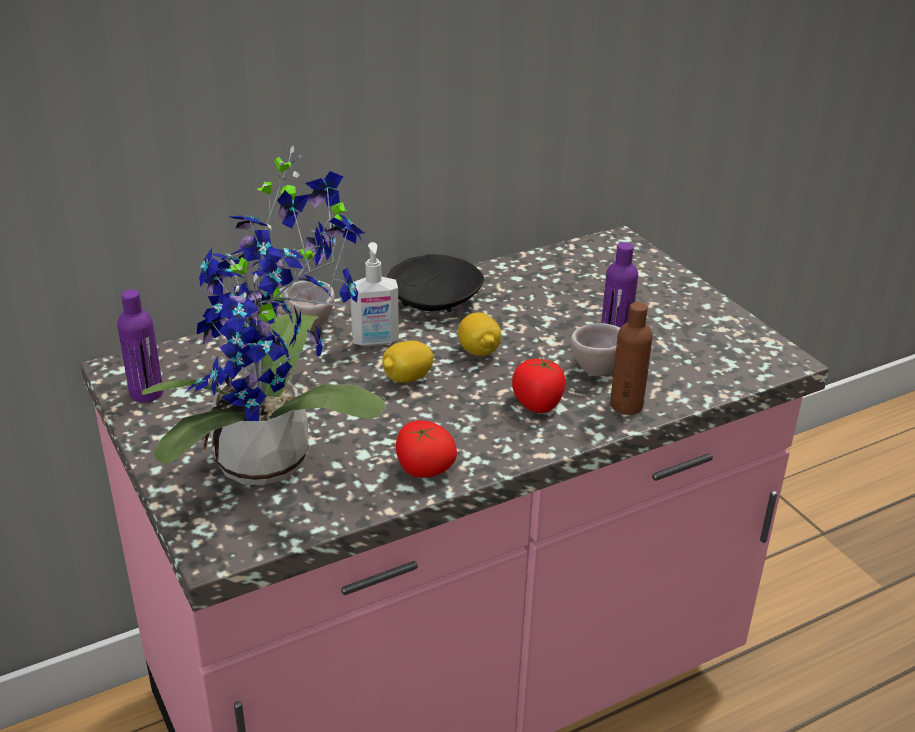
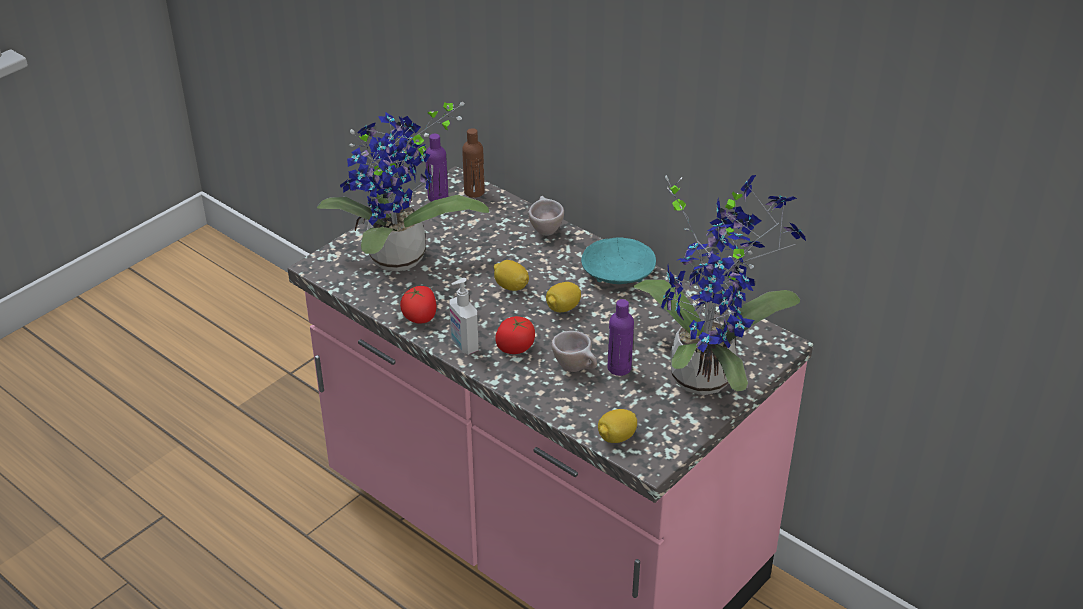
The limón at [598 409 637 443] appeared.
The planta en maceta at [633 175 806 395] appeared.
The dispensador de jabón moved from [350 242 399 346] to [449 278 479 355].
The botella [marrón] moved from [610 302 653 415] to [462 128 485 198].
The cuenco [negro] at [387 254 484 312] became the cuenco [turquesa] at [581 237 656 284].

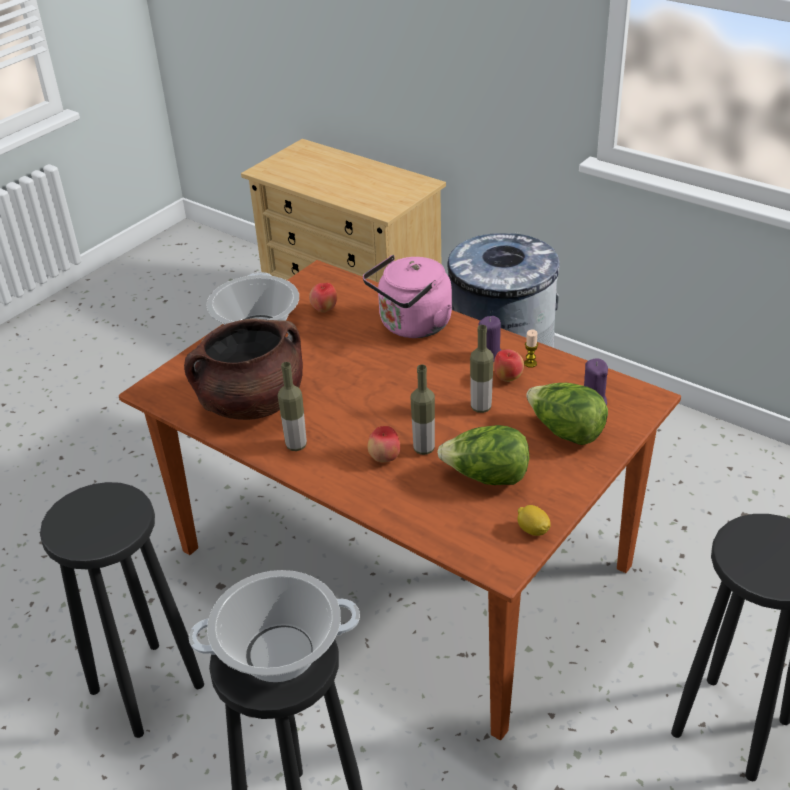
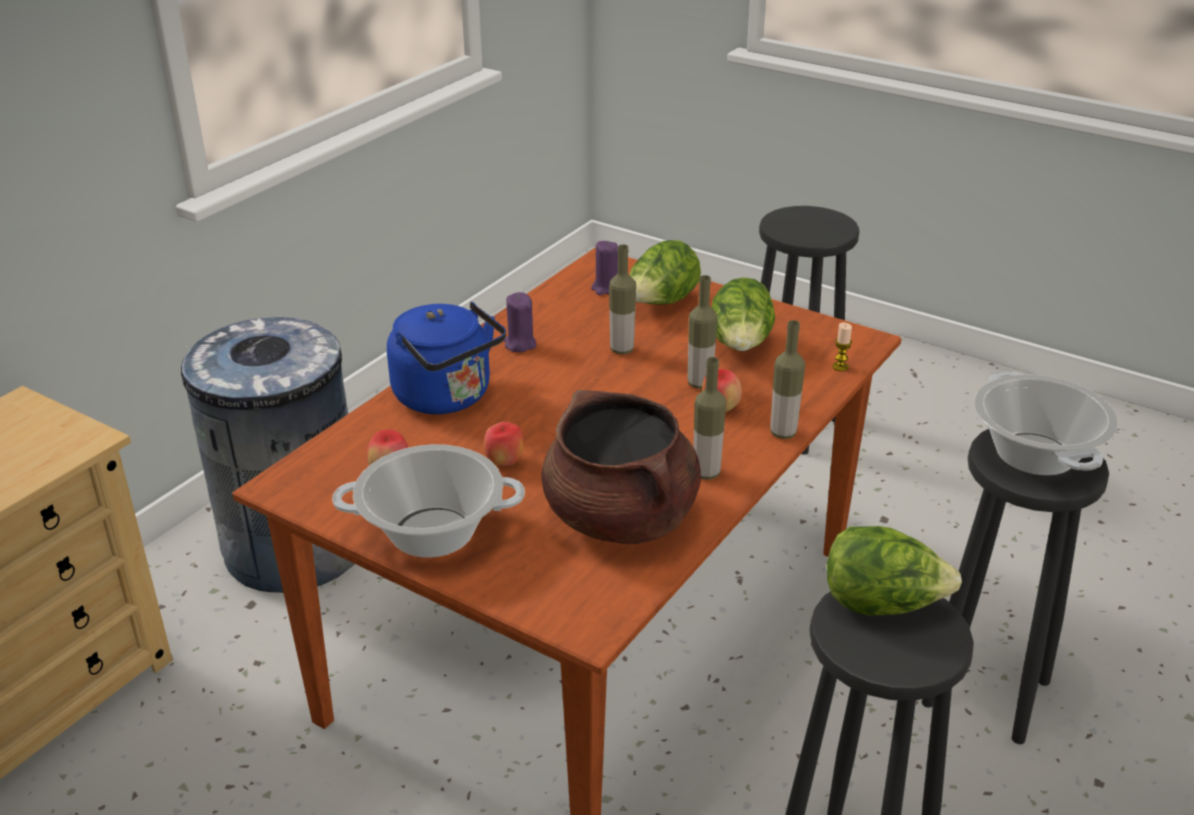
The limón at [517 505 550 536] disappeared.
The botella at [770 320 805 439] appeared.
The lechuga at [827 526 962 616] appeared.
The manzana moved from [494 350 524 382] to [484 422 524 466].
The vela moved from [524 329 538 368] to [833 323 852 371].
The hervidor [rosa] at [363 255 452 338] became the hervidor [azul] at [387 302 506 414].

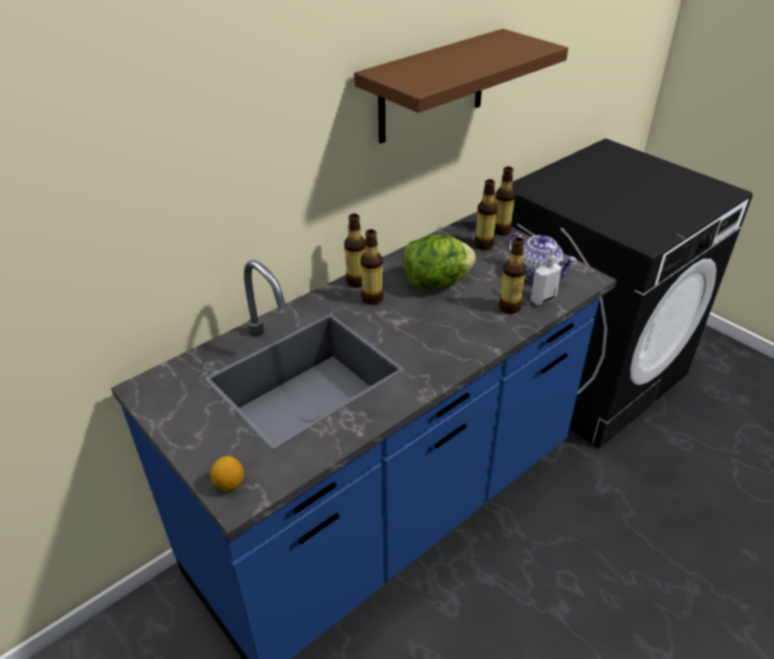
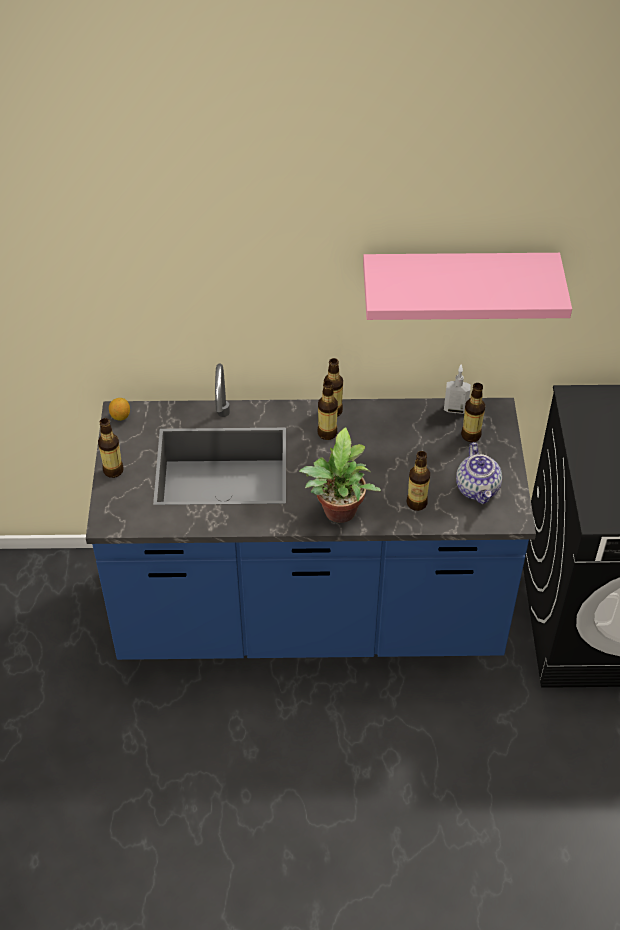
The lechuga at [403 235 476 289] disappeared.
The planta en maceta at [299 427 381 523] appeared.
The limón moved from [210 456 244 491] to [109 398 130 421].
The botella moved from [495 166 515 236] to [98 418 124 478].
The dispensador de jabón moved from [531 243 562 305] to [444 365 471 414].
The estante [marrón] at [354 29 568 144] became the estante [rosa] at [363 253 572 320].

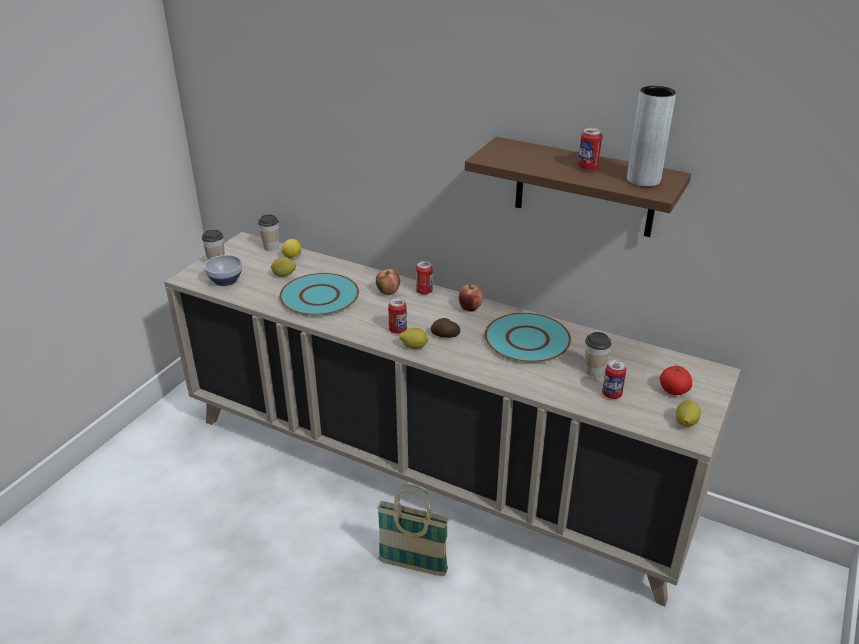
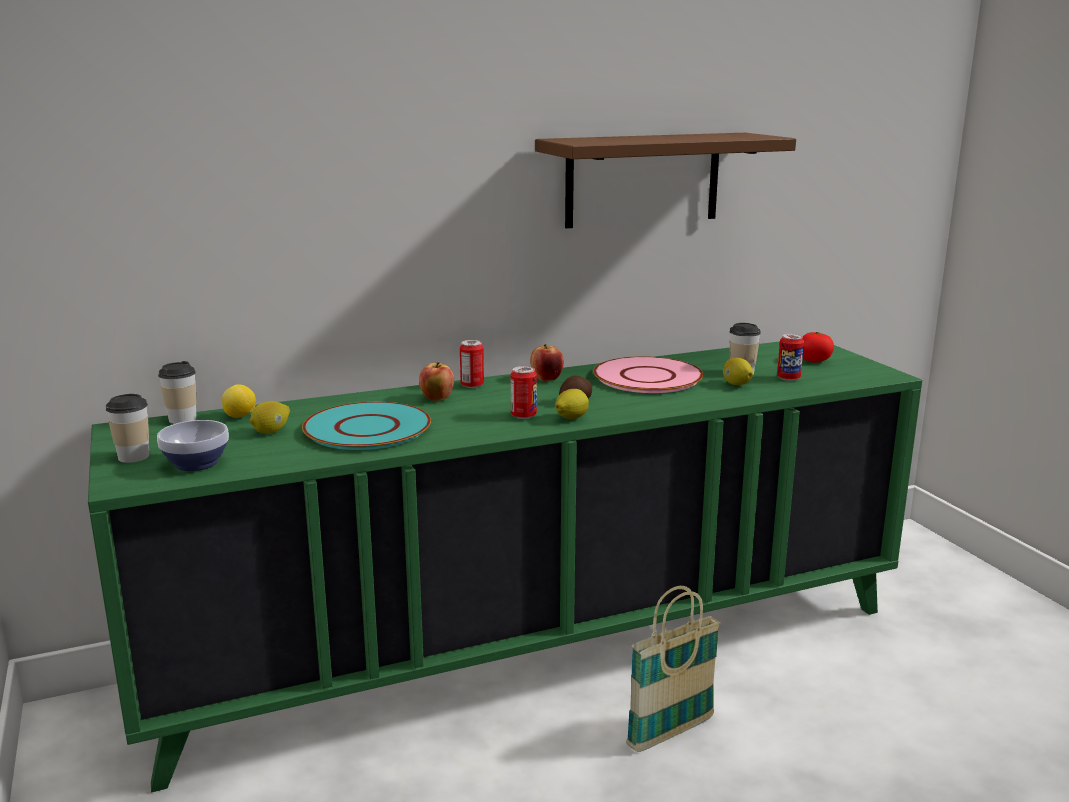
The lata at [578 128 603 171] disappeared.
The florero [gris] at [627 86 676 187] disappeared.
The limón moved from [676 400 701 427] to [723 357 753 385].
The armario [beis] at [164 232 740 606] became the armario [verde] at [88 341 922 792].
The plato [turquesa] at [485 313 571 363] became the plato [rosa] at [593 356 703 393].

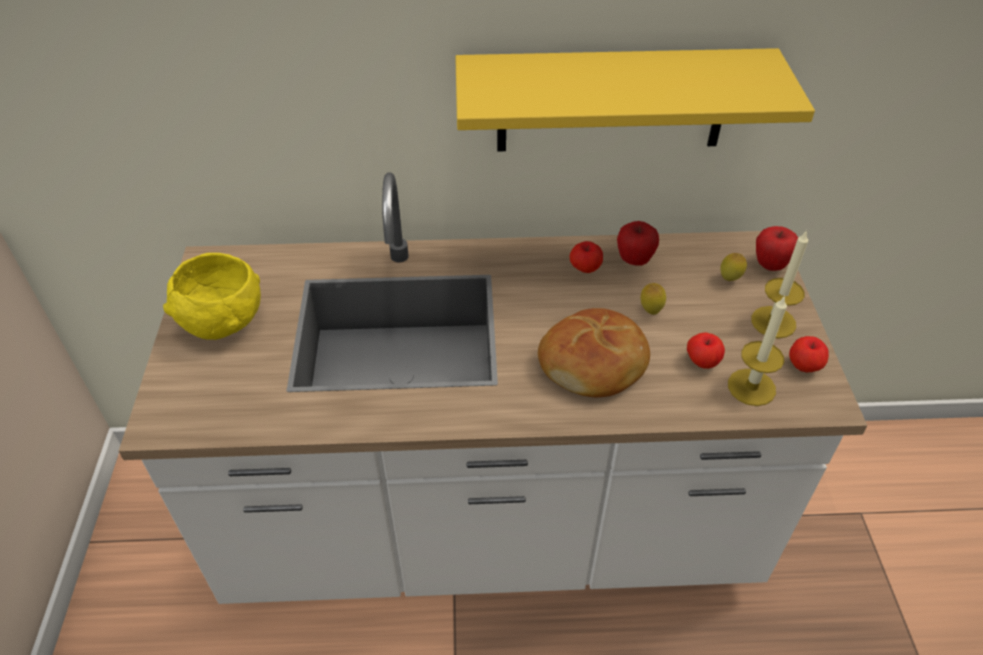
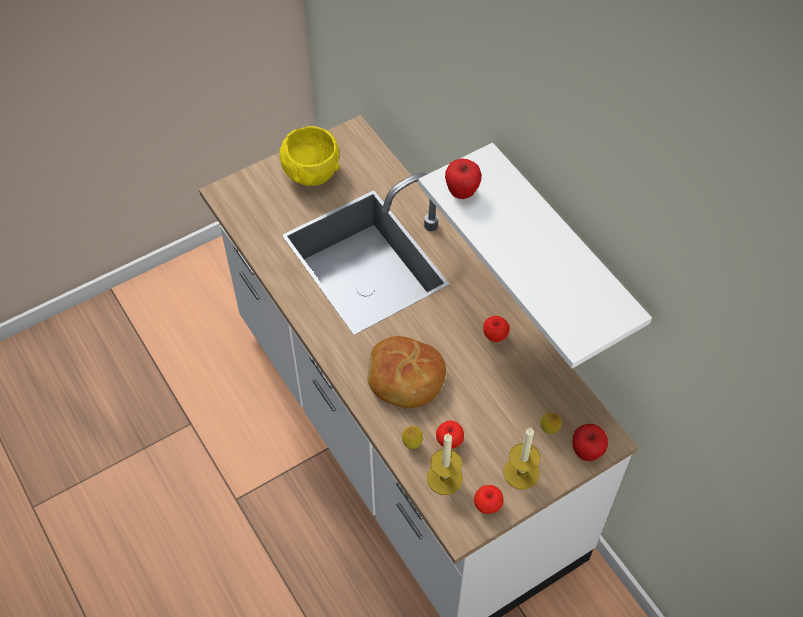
The manzana moved from [617 221 659 266] to [445 158 482 199].
The limón moved from [641 283 666 315] to [402 426 423 450].
The estante [amarillo] at [455 48 815 152] became the estante [blanco] at [418 143 652 368].

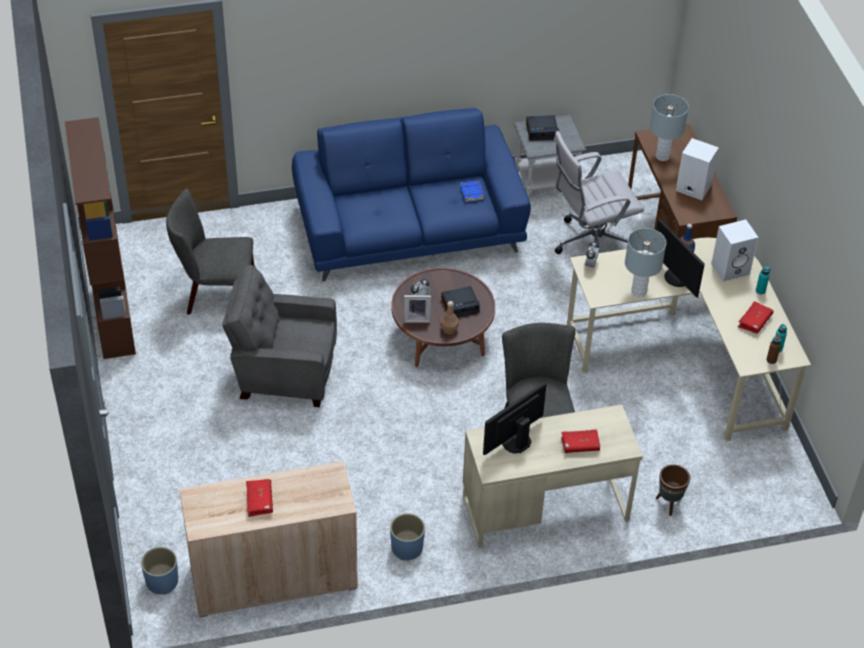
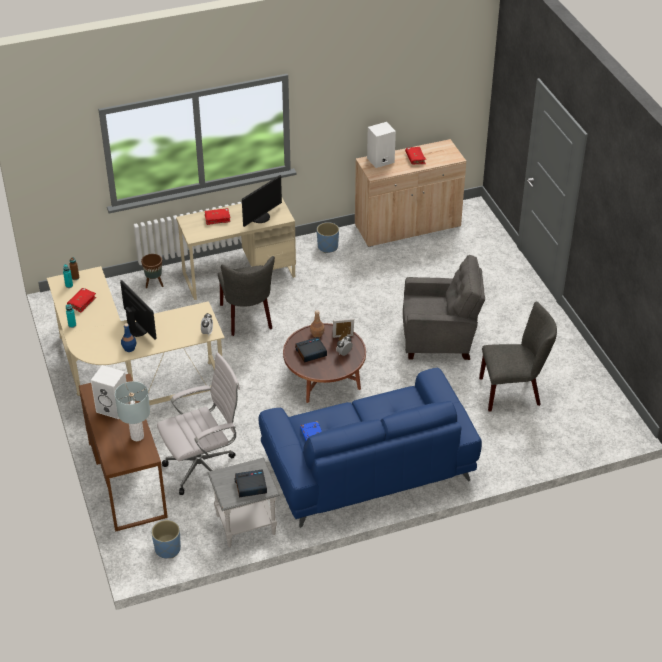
The estantería [marrón] at [65 117 136 359] disappeared.
The lámpara de mesa [gris] at [625 228 666 298] disappeared.
The maceta [azul] moved from [141 547 178 595] to [151 520 181 558].
The altavoz [blanco] moved from [711 220 758 282] to [367 122 396 168].

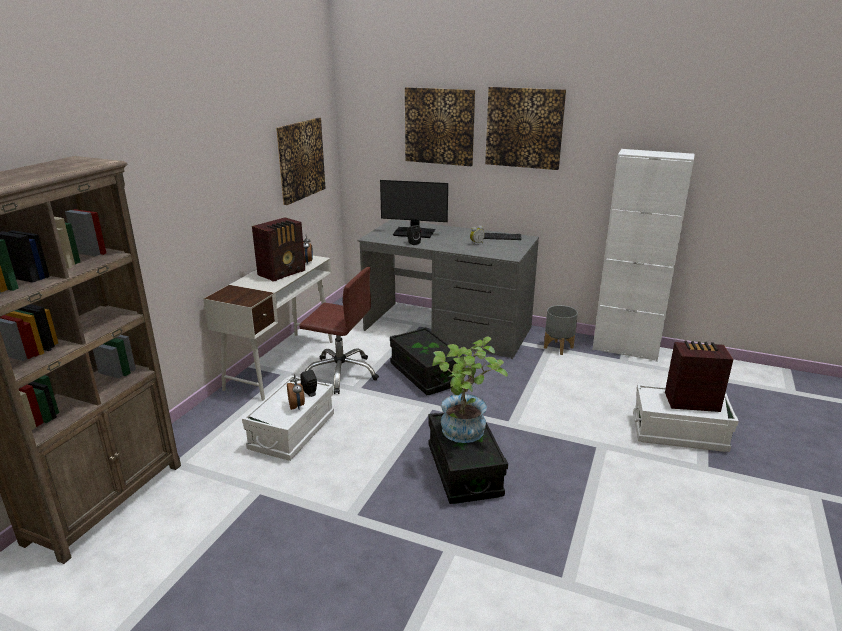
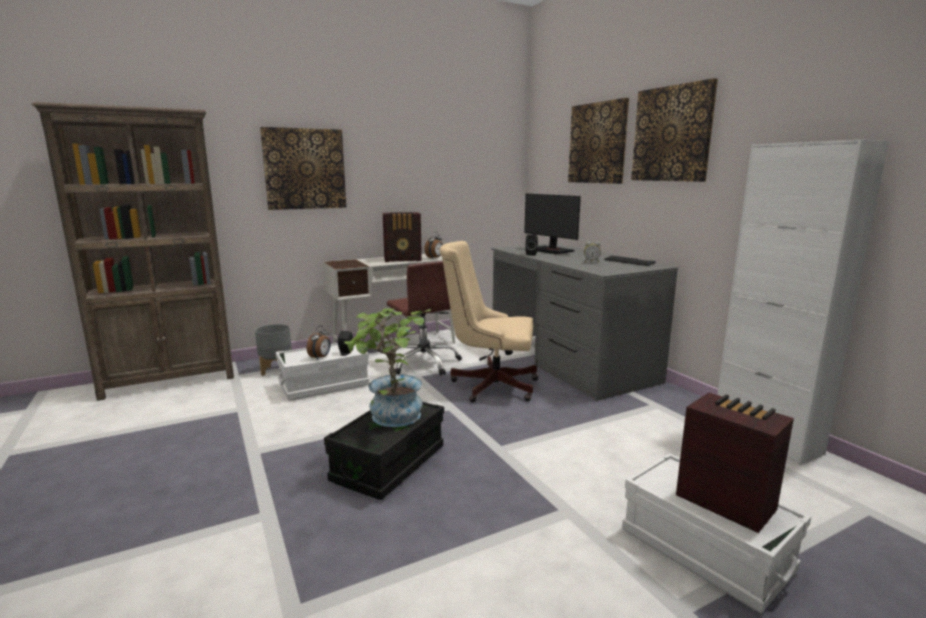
The cuadro moved from [276 118 326 205] to [260 127 346 210].
The maceta [gris] moved from [544 305 578 355] to [255 324 292 376].
The caja de almacenaje [negro] at [390 327 465 395] was replaced by the silla de oficina [beis] at [439 241 538 402].

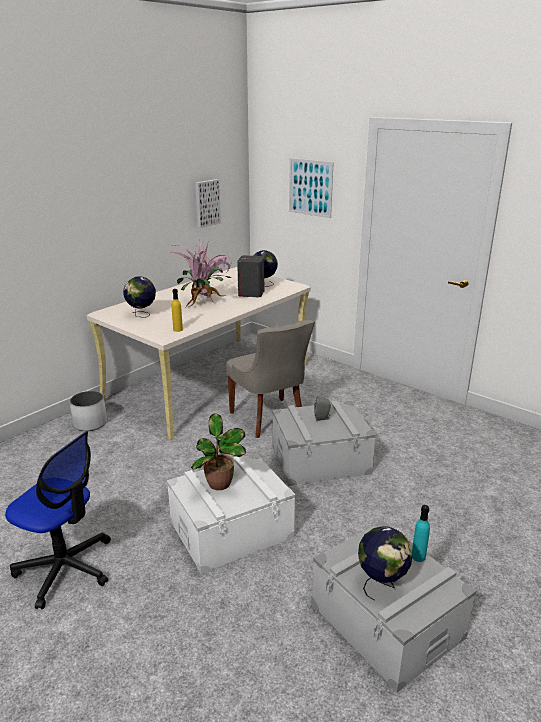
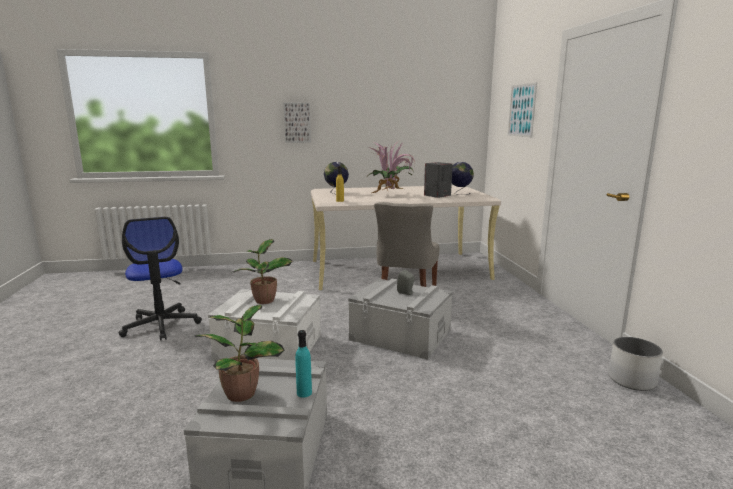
The maceta [blanco] moved from [69 391 107 431] to [608 337 663 391].
The cuadro moved from [195 179 221 228] to [284 103 311 143].
The globo terráqueo at [358 526 413 601] was replaced by the planta en maceta at [194 305 284 402].

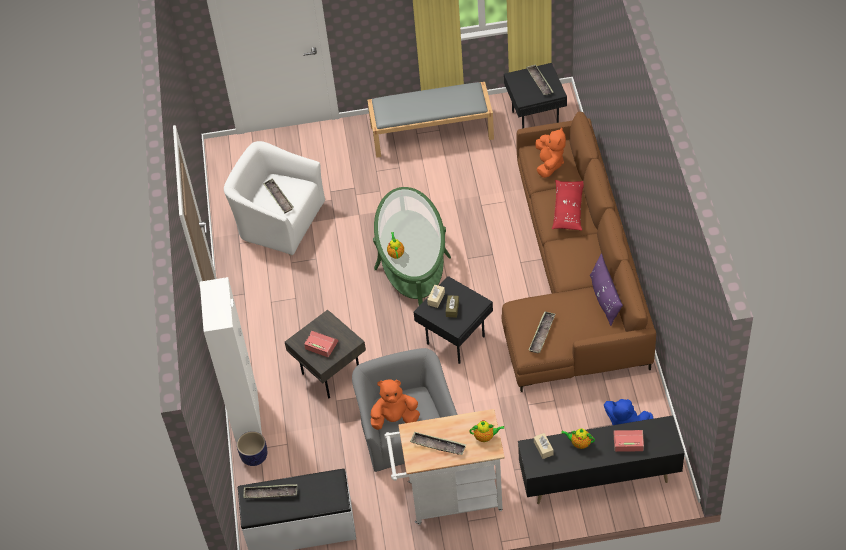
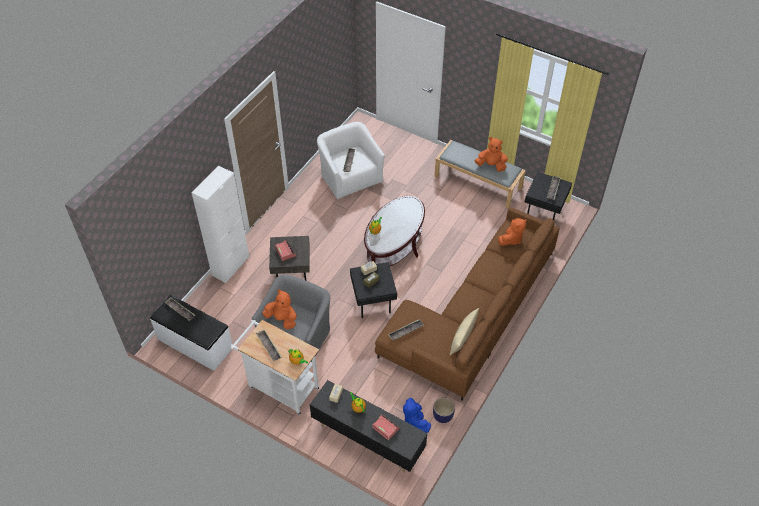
The cojín [rojo] at [552 180 584 231] disappeared.
The peluche [naranja] at [475 137 508 172] appeared.
The maceta moved from [237 431 267 466] to [433 397 455 423].
The mesa de centro [verde] at [373 187 451 306] became the mesa de centro [marrón] at [364 196 425 266].
The cojín [morado] at [590 253 623 326] became the cojín [beis] at [450 308 479 355].

